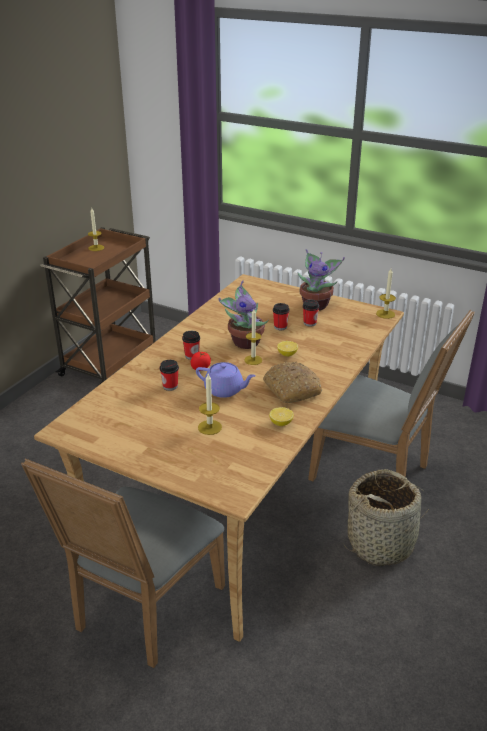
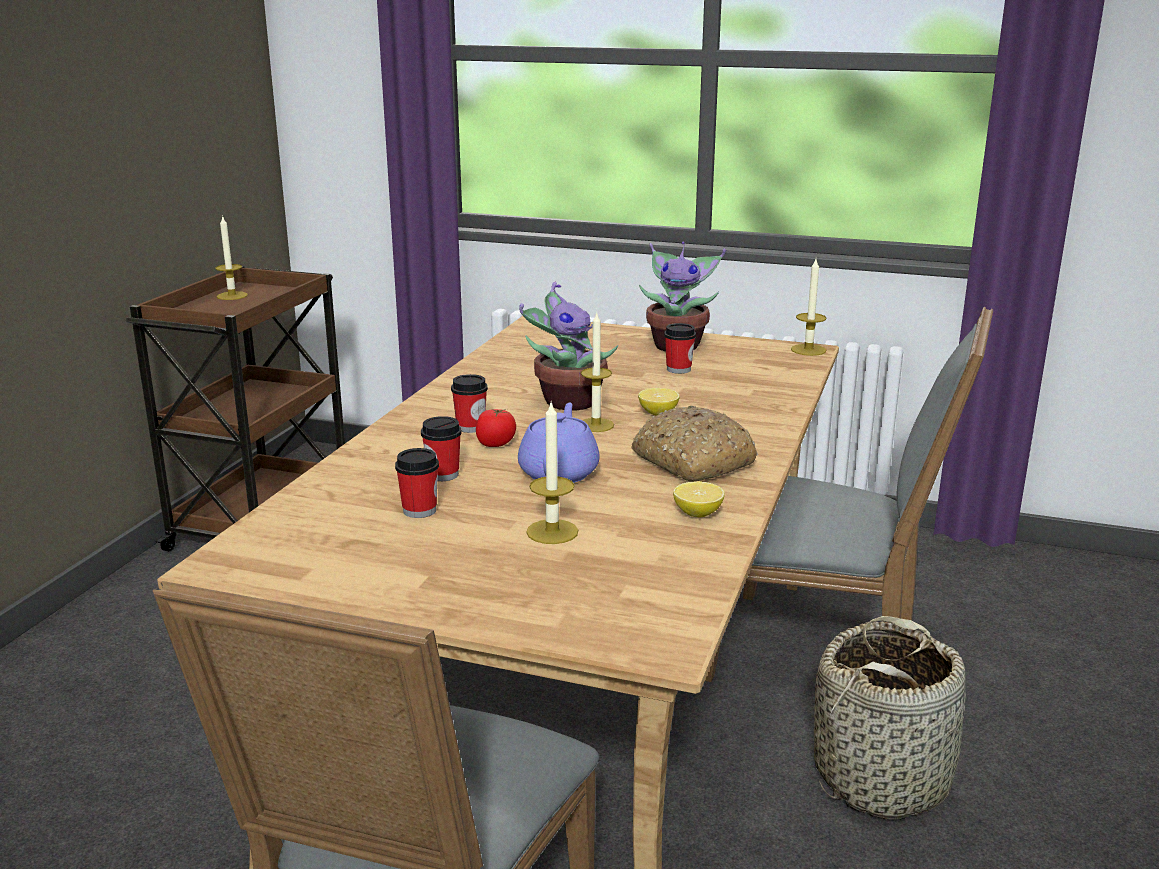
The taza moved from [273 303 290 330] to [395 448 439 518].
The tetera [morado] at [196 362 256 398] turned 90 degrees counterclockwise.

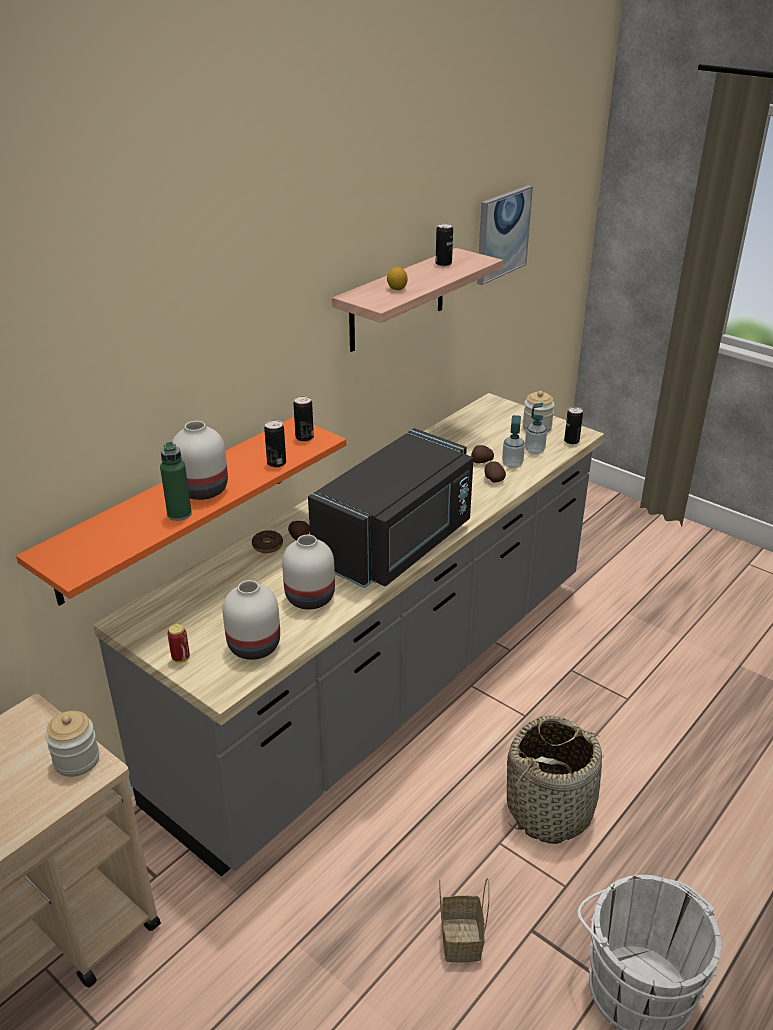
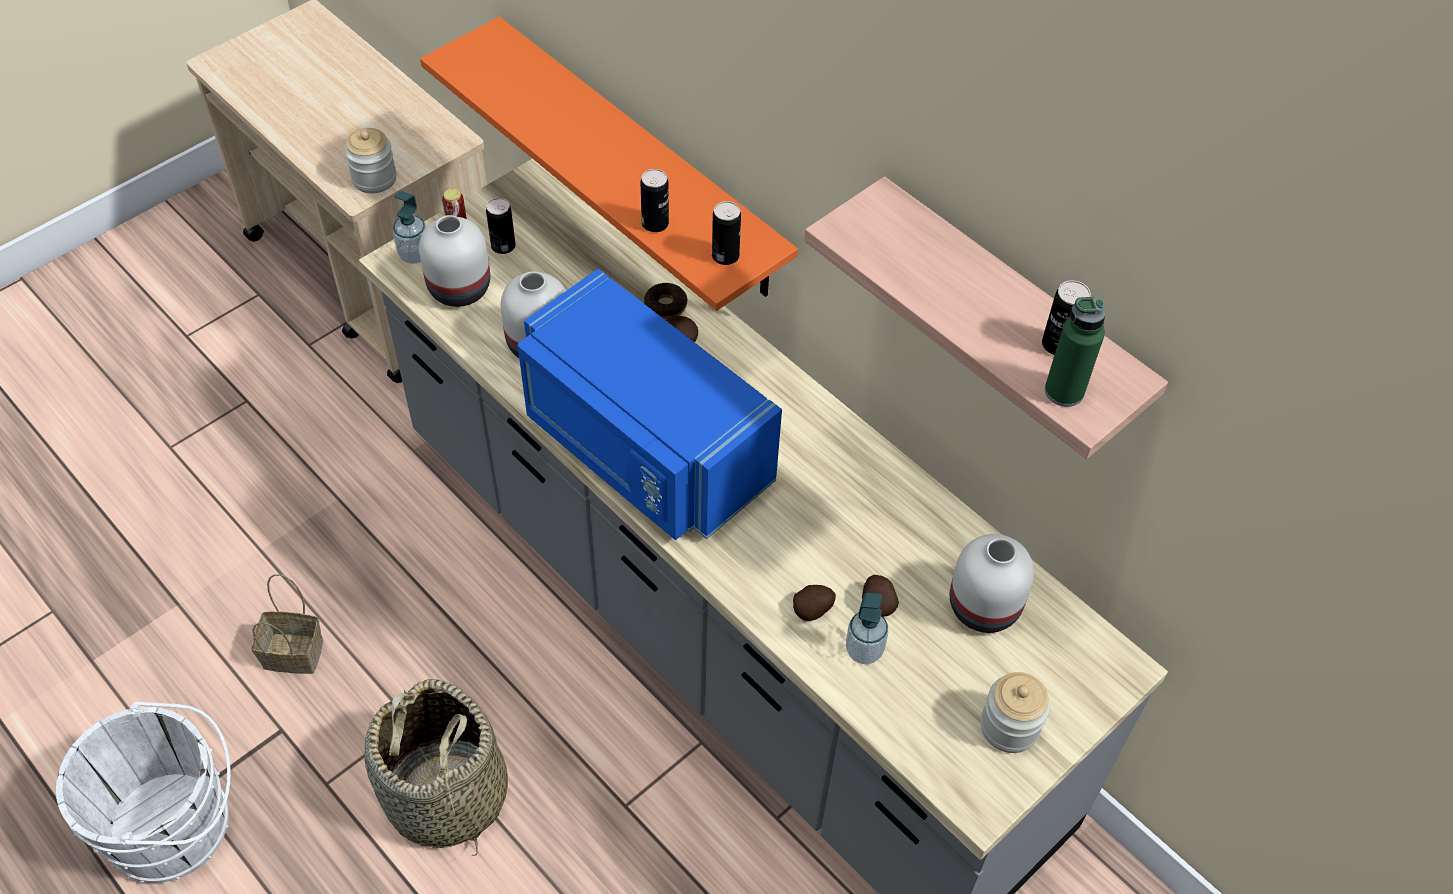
The limón at [387 267 408 290] disappeared.
The cuadro at [477 185 533 285] disappeared.
The botella [verde] moved from [160 442 192 521] to [1045 297 1105 407].
The florero [blanco] moved from [172 421 228 500] to [950 534 1034 633].
The dispensador de jabón moved from [525 403 547 454] to [393 191 426 264].
The lata moved from [564 407 583 444] to [486 198 515 254].
The microondas [negro] at [308 428 474 588] became the microondas [azul] at [517 269 782 540].

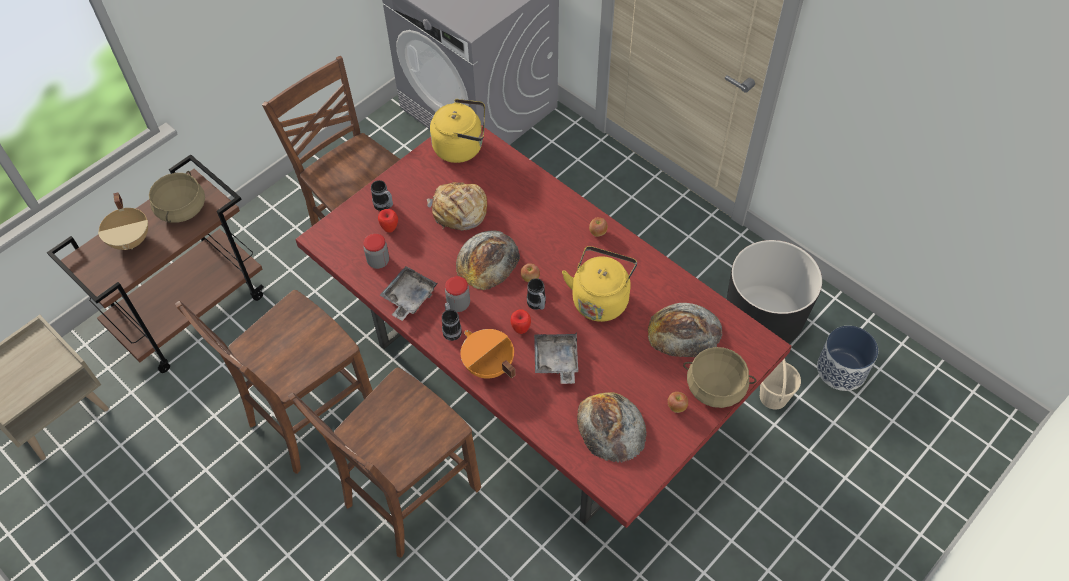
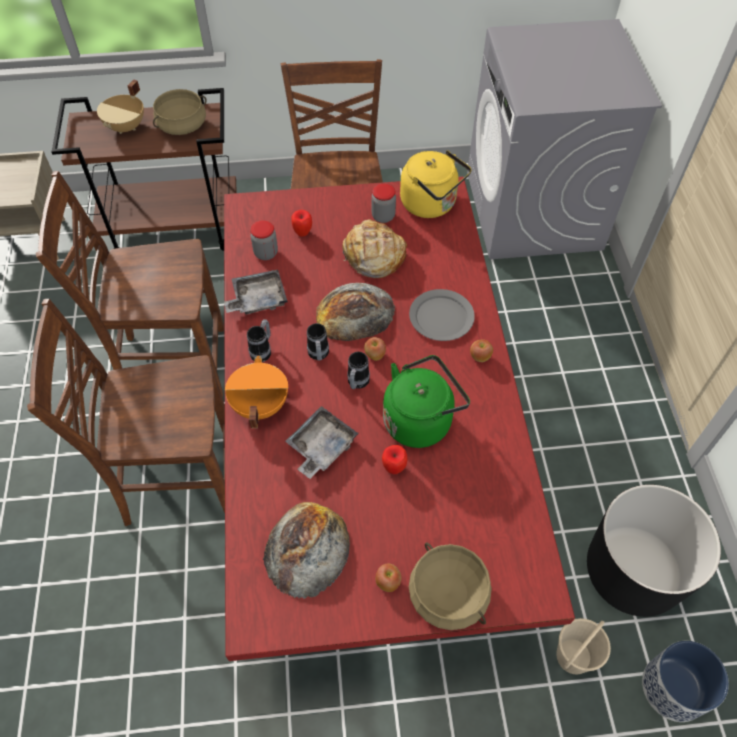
The pan at [648 303 722 357] disappeared.
The plato [gris] at [409 289 475 341] appeared.
The taza grande moved from [371 180 393 211] to [307 323 329 361].
The tarro moved from [445 276 470 312] to [372 184 396 223].
The manzana moved from [511 309 531 334] to [382 445 407 474].
The hervidor [amarillo] at [562 246 637 322] became the hervidor [verde] at [383 355 470 448].

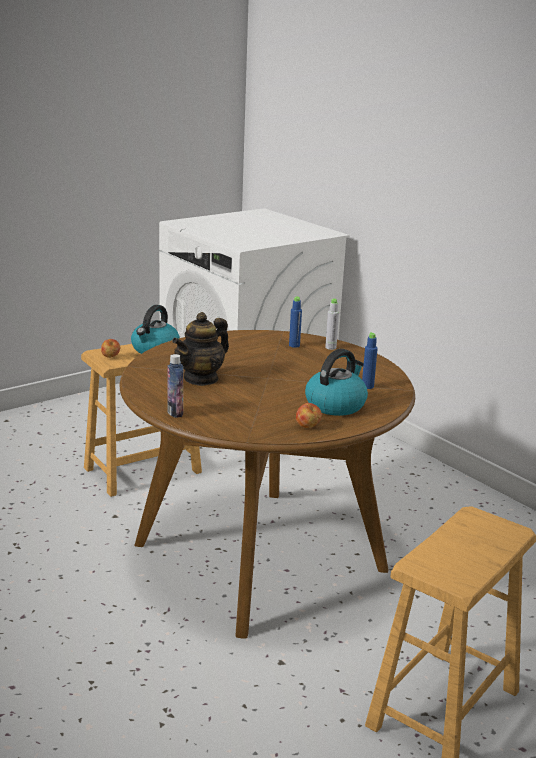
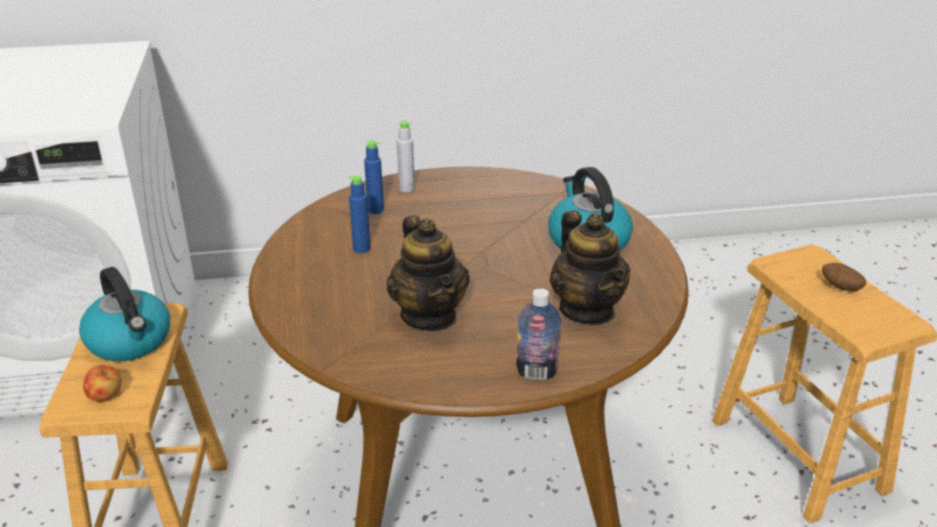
The manzana at [296 403 322 428] disappeared.
The tetera at [550 210 630 325] appeared.
The patata at [822 263 866 291] appeared.
The botella [azul] moved from [362 332 378 389] to [349 176 371 253].

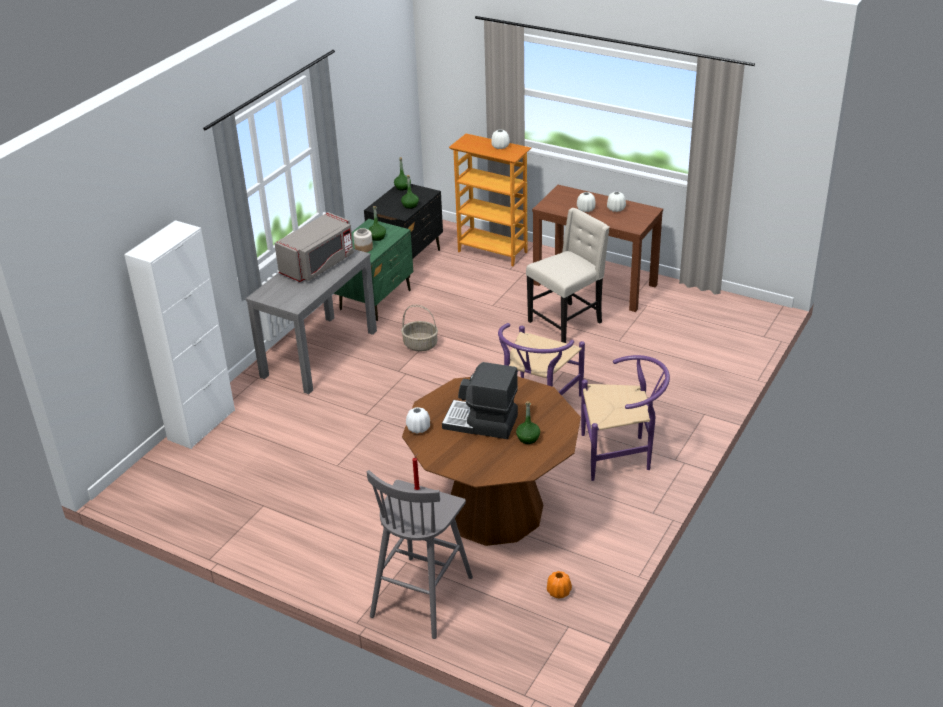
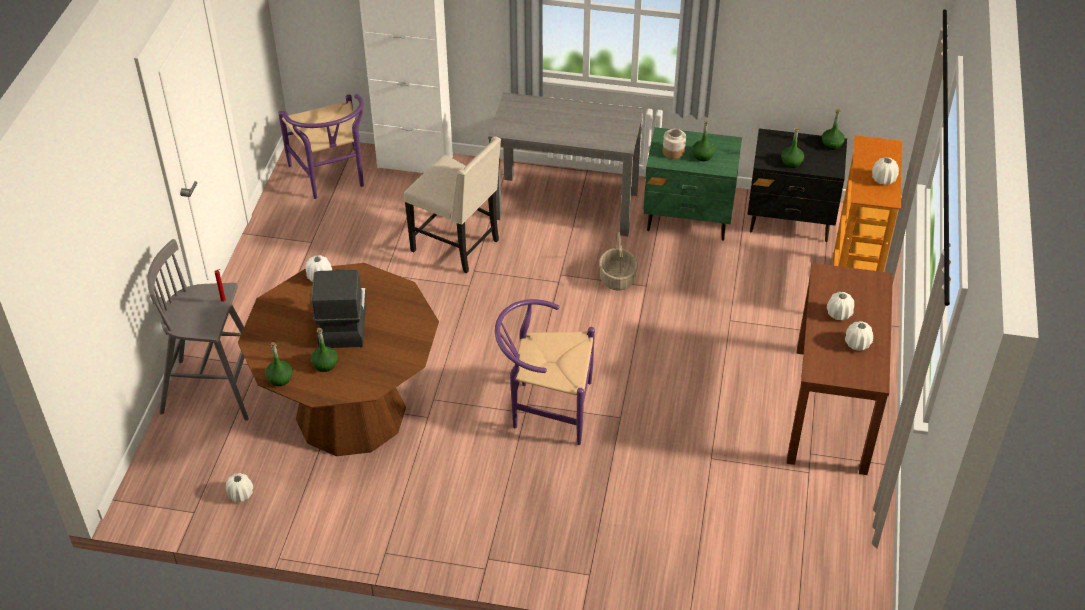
The microondas [gris] at [274 212 354 282] disappeared.
The botella [verde] at [265 342 293 386] appeared.
The silla [beis] moved from [526 208 610 343] to [404 136 501 274].
The silla [morado] moved from [581 355 670 481] to [278 94 364 199].
The florero [naranja] at [547 571 572 598] became the florero [blanco] at [226 473 253 502].

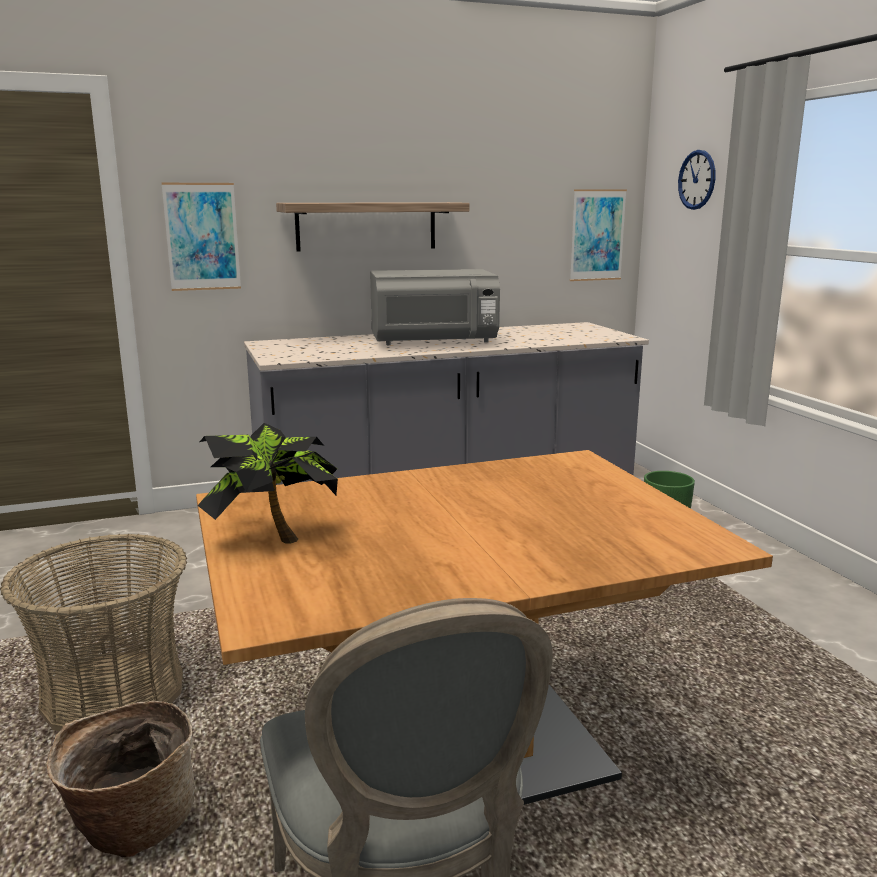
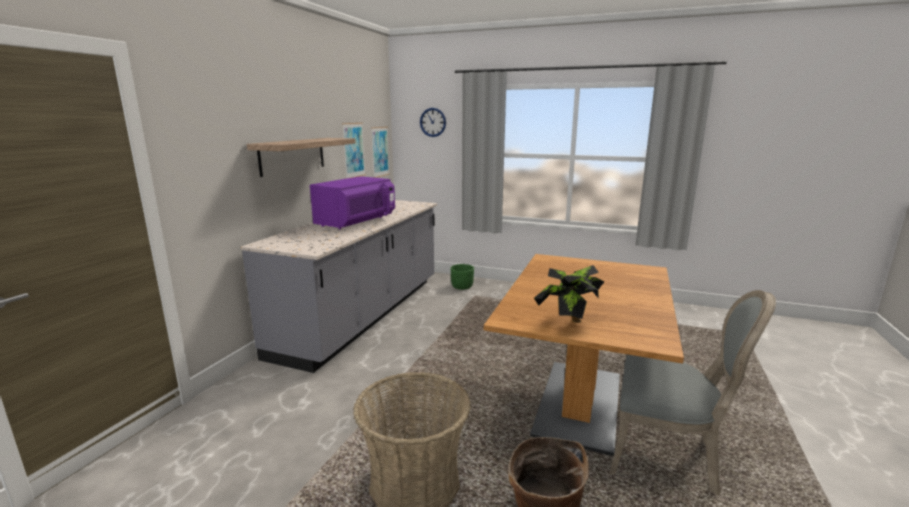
The cuadro moved from [162 183 241 291] to [342 123 366 179].
The microondas [gris] at [370 269 500 345] became the microondas [morado] at [310 176 395 229].

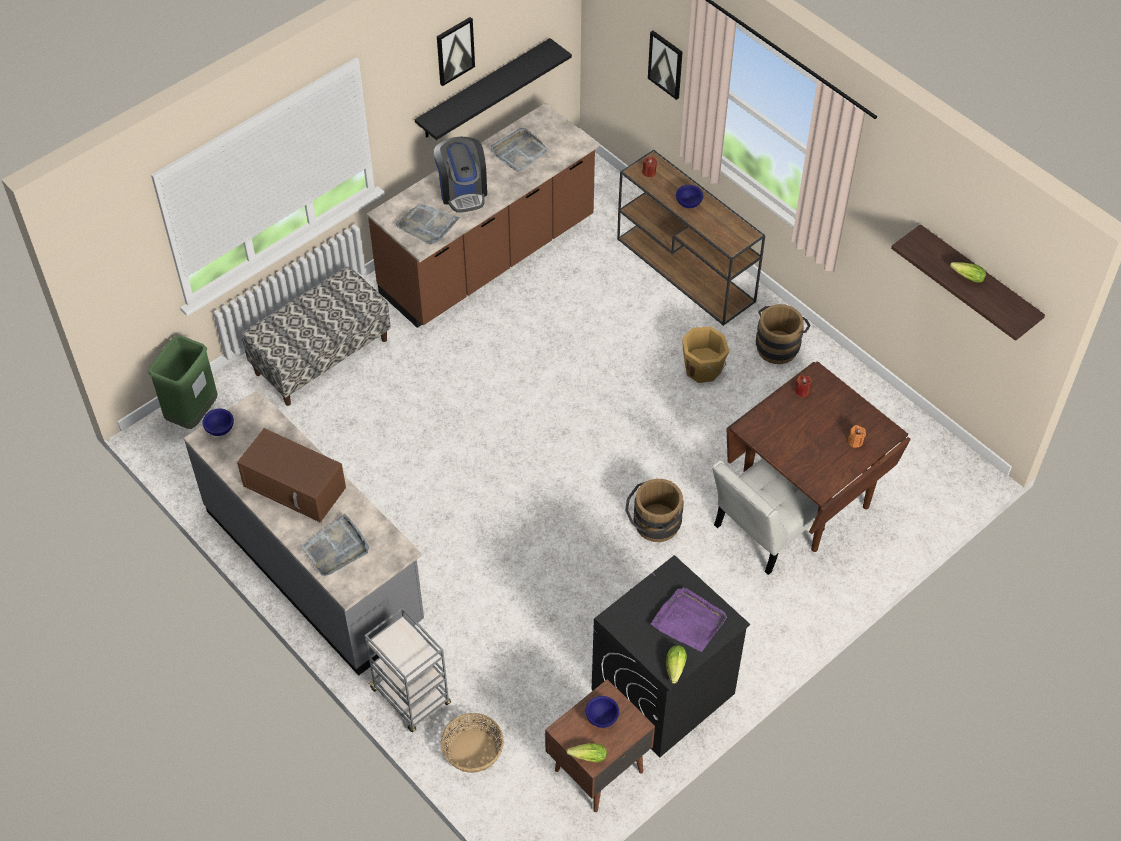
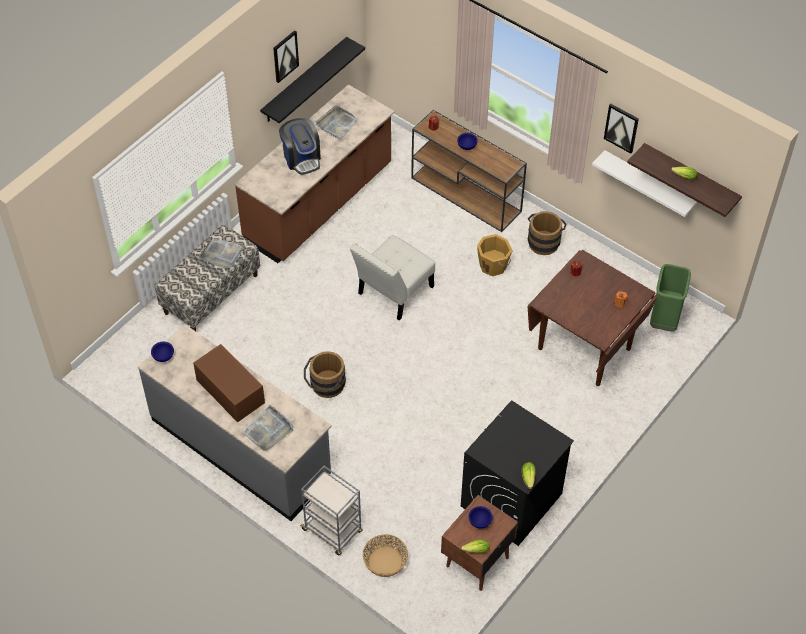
The bandeja [morado] at [651 587 727 652] disappeared.
The estante [blanco] at [592 150 697 217] appeared.
The papelera [verde] moved from [148 336 218 429] to [650 264 691 332].
The bandeja [gris] moved from [396 203 460 245] to [199 238 246 269].
The cubo [marrón] moved from [625 479 683 542] to [304 351 346 398].
The cuadro moved from [648 31 683 100] to [604 104 639 154].
The silla [blanco] moved from [712 458 825 575] to [350 235 435 321].
The microondas [marrón] at [237 428 346 522] turned 150 degrees counterclockwise.

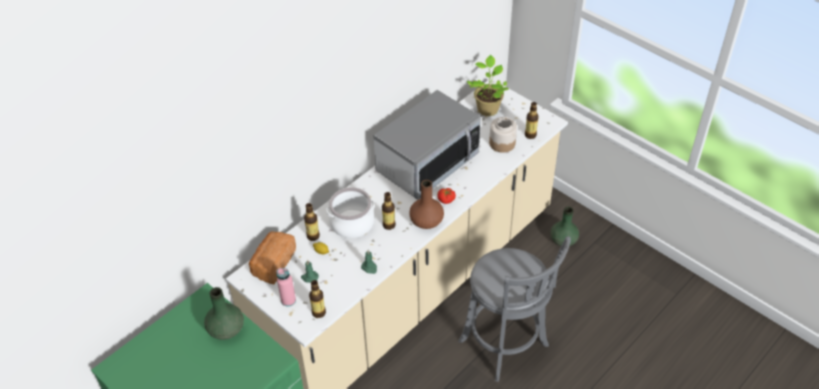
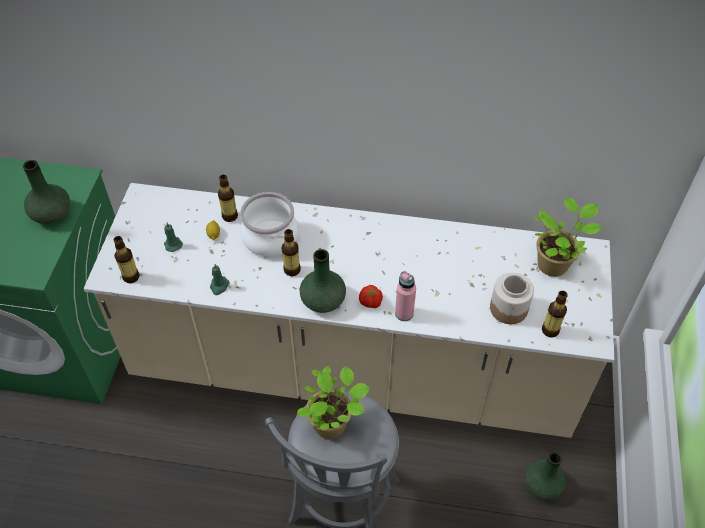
The pan at [249 231 296 284] disappeared.
The microondas at [373 90 481 200] disappeared.
The planta en maceta at [297 366 370 439] appeared.
The botella [rosa] moved from [276 268 296 306] to [395 271 416 321].
The florero [marrón] at [409 180 444 229] became the florero [verde] at [300 249 346 313].

